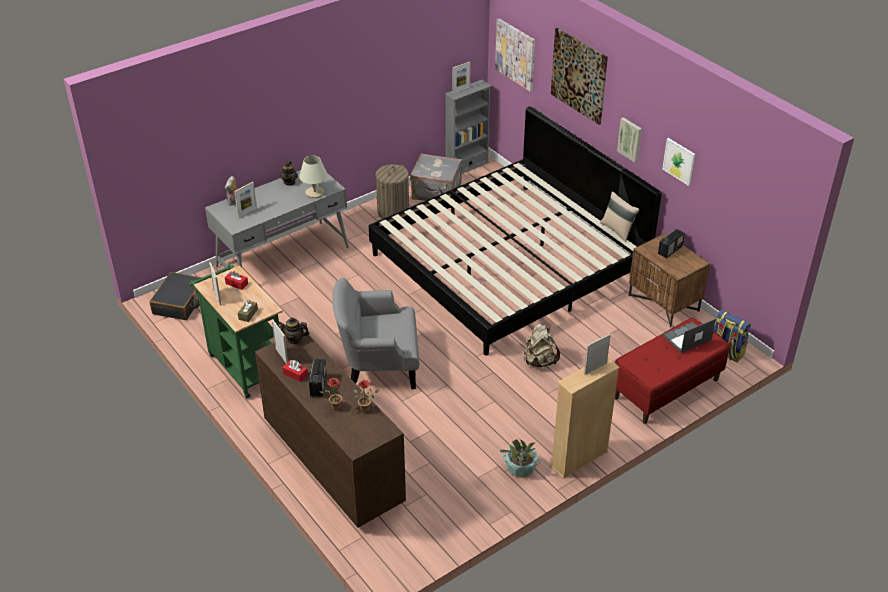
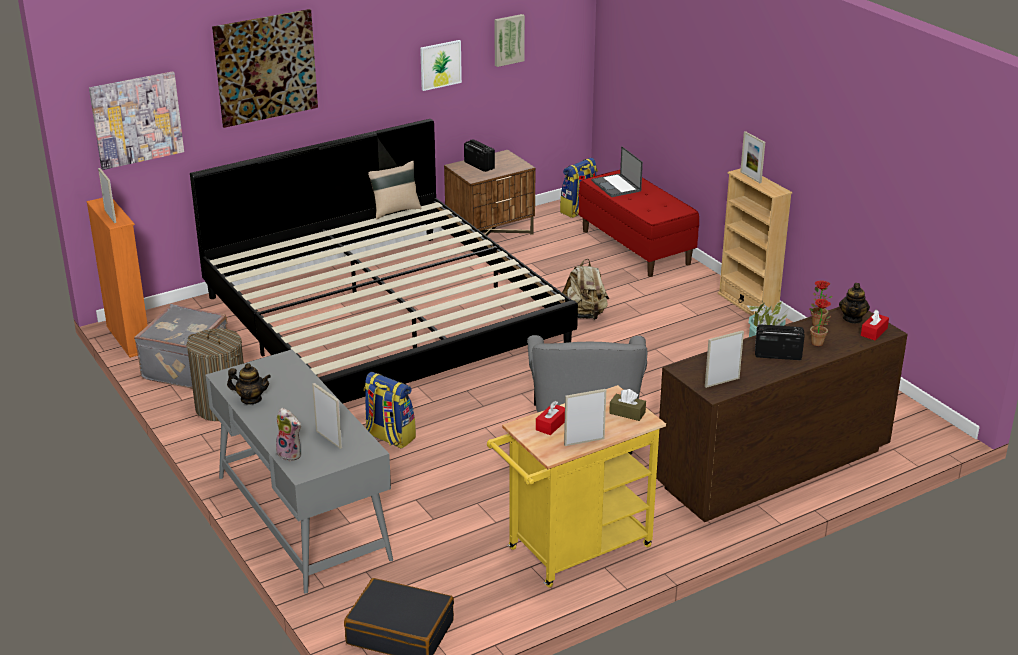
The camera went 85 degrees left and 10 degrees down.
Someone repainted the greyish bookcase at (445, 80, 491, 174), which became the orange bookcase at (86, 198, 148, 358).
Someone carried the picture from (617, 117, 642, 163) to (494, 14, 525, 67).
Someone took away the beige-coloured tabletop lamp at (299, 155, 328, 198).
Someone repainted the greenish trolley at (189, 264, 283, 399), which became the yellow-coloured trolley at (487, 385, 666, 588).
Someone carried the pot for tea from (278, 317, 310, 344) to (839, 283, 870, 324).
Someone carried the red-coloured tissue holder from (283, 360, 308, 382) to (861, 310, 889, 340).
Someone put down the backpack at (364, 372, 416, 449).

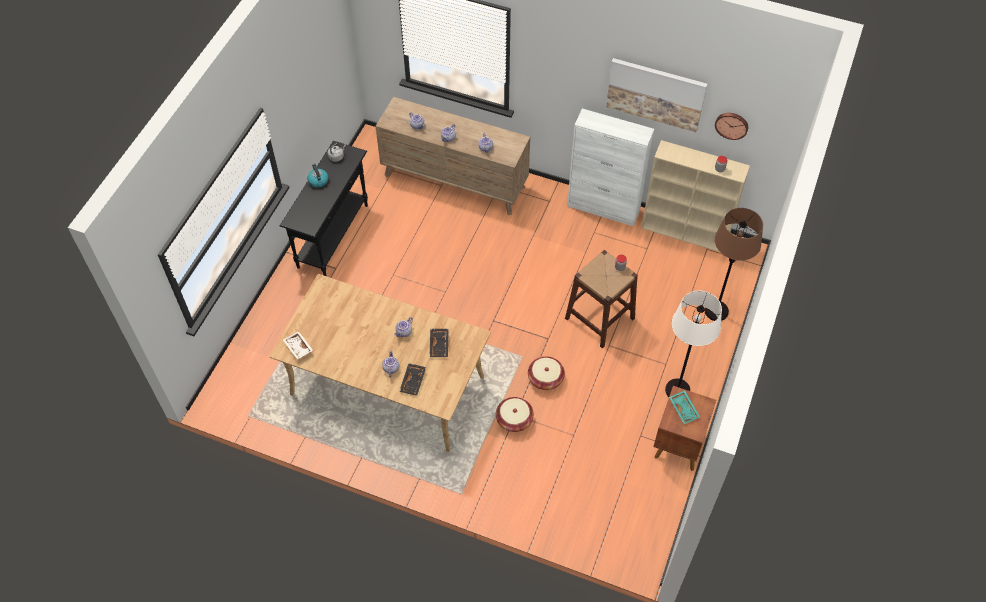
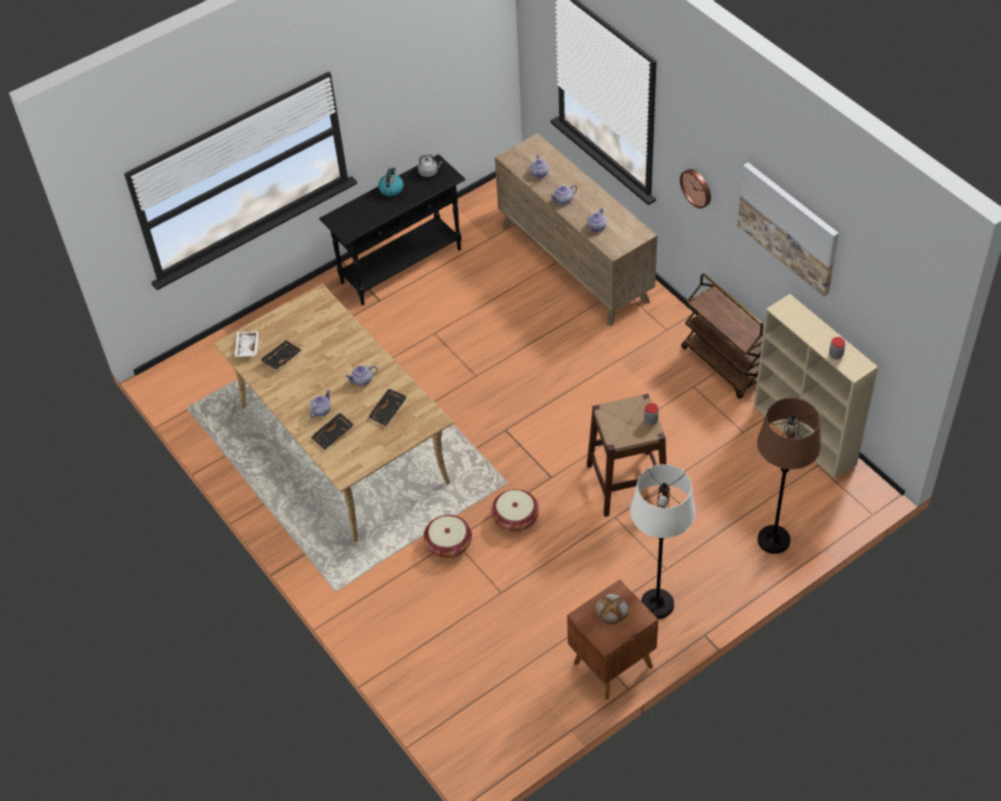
The camera went 35 degrees right and 5 degrees down.
Someone swapped the white-coloured storage cabinet at (567, 109, 654, 226) for the brown-coloured trolley at (681, 273, 764, 399).
Someone carried the wall clock from (715, 113, 748, 140) to (680, 169, 711, 208).
Someone swapped the turquoise-coloured serving tray at (669, 390, 700, 424) for the bakery bread at (595, 594, 629, 624).
Someone put down the blackish serving tray at (260, 340, 302, 370).

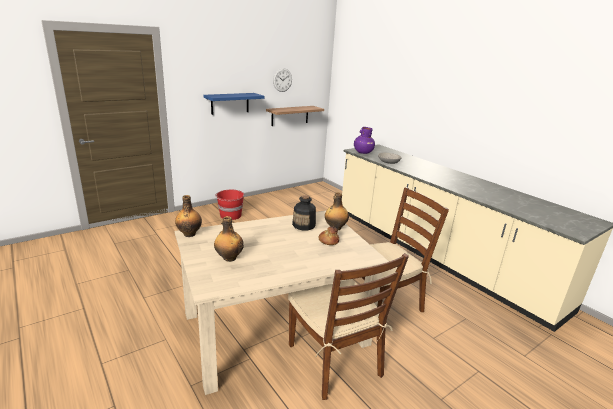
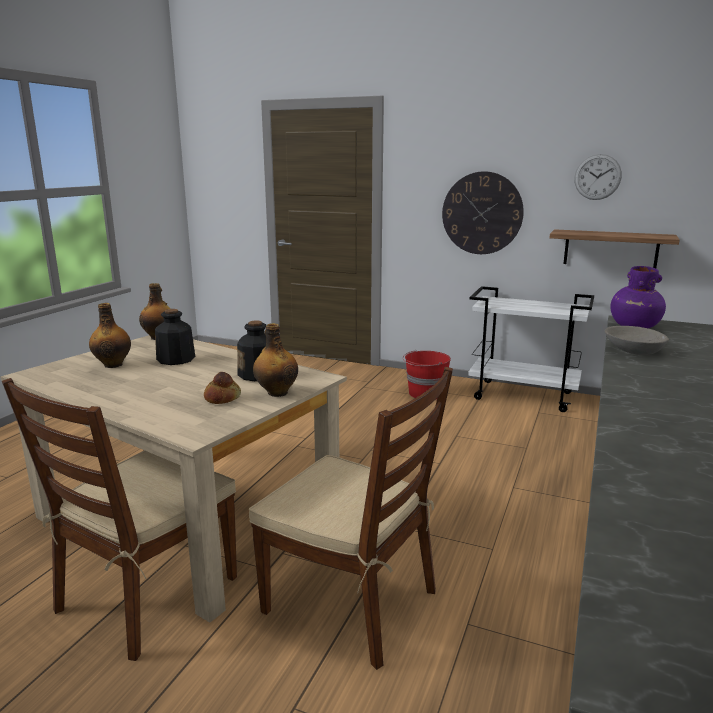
The camera went 60 degrees right and 5 degrees down.
Someone swapped the blue shelf at (204, 93, 264, 115) for the wall clock at (442, 171, 524, 254).
Someone put down the white-coloured trolley at (468, 286, 594, 412).
Someone put down the bottle at (155, 309, 195, 365).

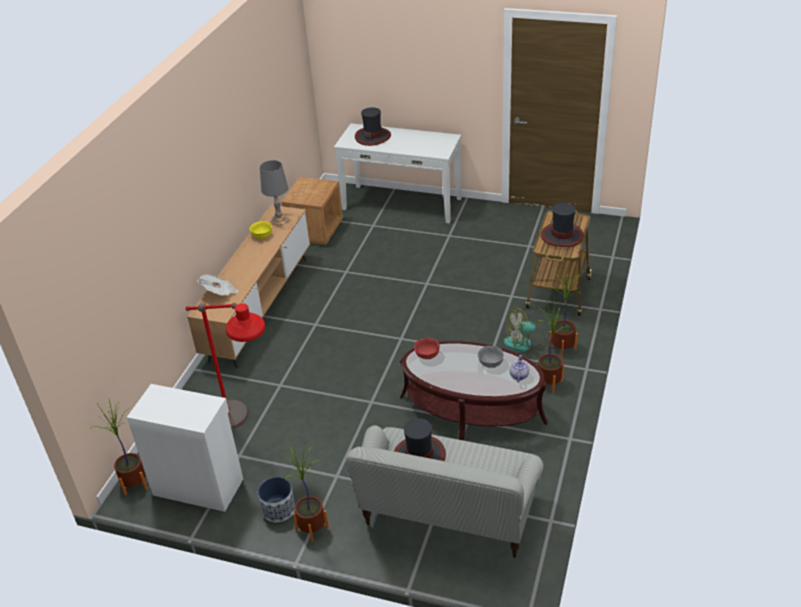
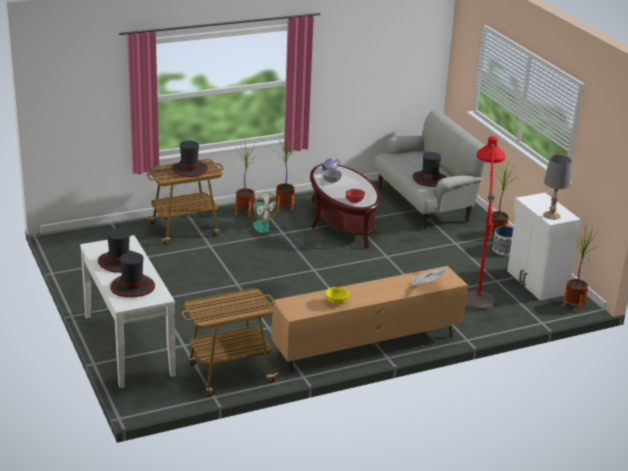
The camera went 135 degrees left and 10 degrees down.
Someone carried the greyish tabletop lamp from (260, 160, 288, 225) to (544, 155, 572, 220).
Someone swapped the brown-coloured night table at (281, 177, 343, 245) for the trolley at (182, 288, 278, 396).
Someone put down the hat at (98, 228, 137, 273).

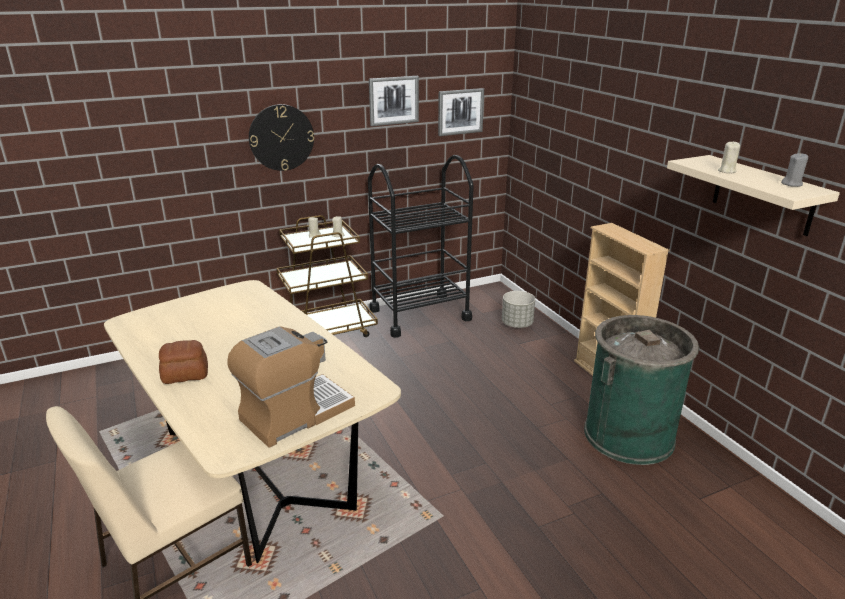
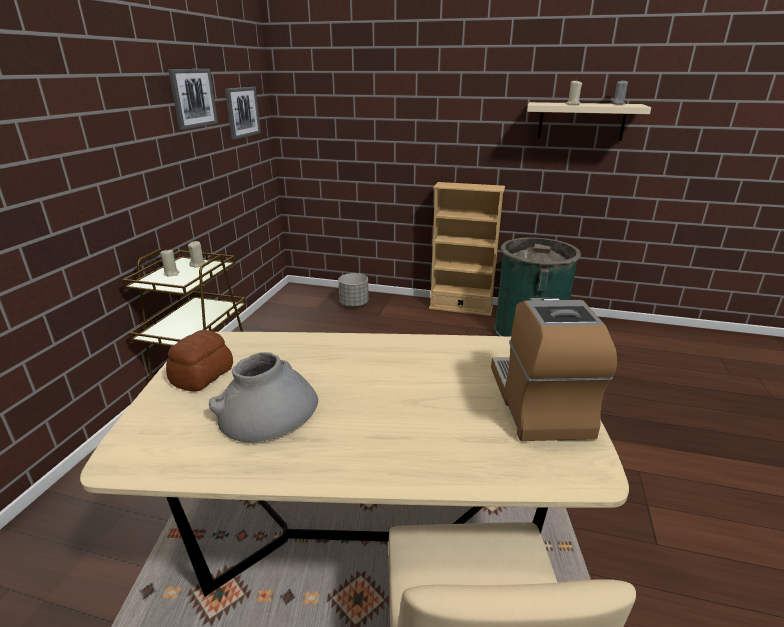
The camera went 50 degrees left and 0 degrees up.
Someone took away the wall clock at (249, 104, 314, 171).
Someone took away the blackish trolley at (368, 155, 474, 338).
Someone carried the bakery bread from (159, 340, 208, 384) to (166, 330, 233, 392).
Someone put down the greyish vase at (209, 352, 318, 442).

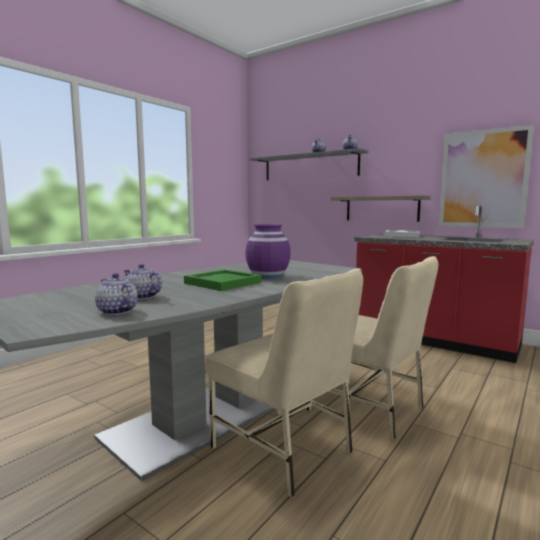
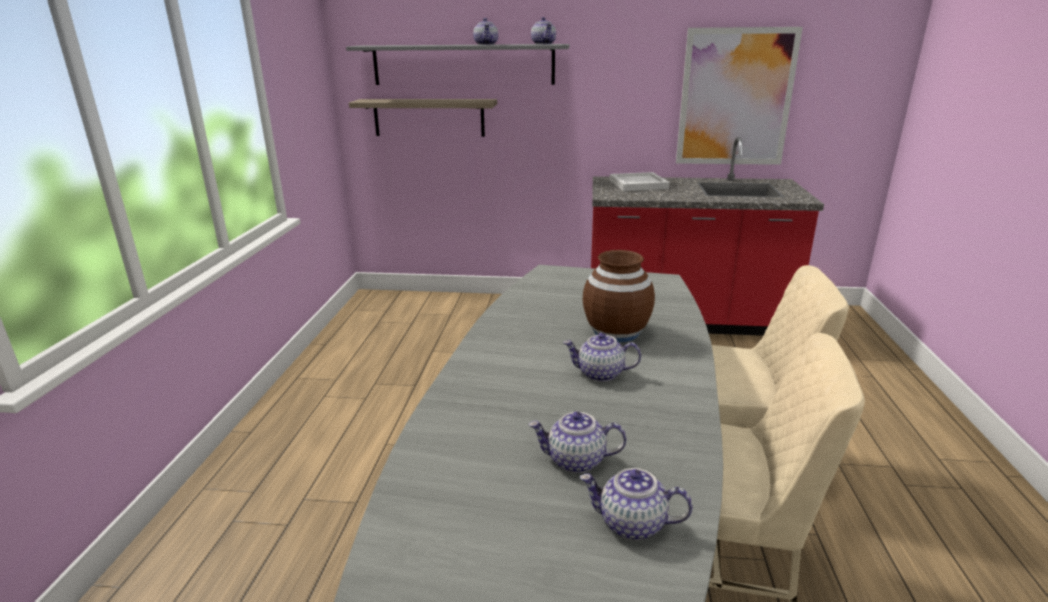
The camera went 30 degrees left and 15 degrees up.
Someone carried the shelf from (331, 195, 431, 222) to (349, 99, 497, 137).
Someone repainted the purple vase at (245, 224, 291, 279), which became the brown-coloured vase at (583, 250, 655, 342).
Someone swapped the greenish serving tray at (184, 270, 262, 291) for the pot for tea at (563, 333, 641, 382).

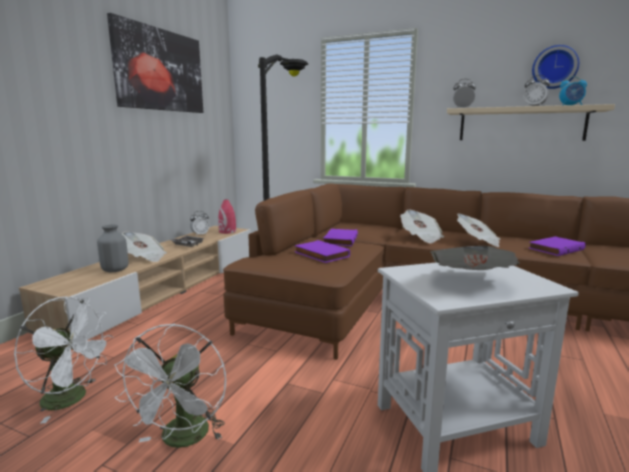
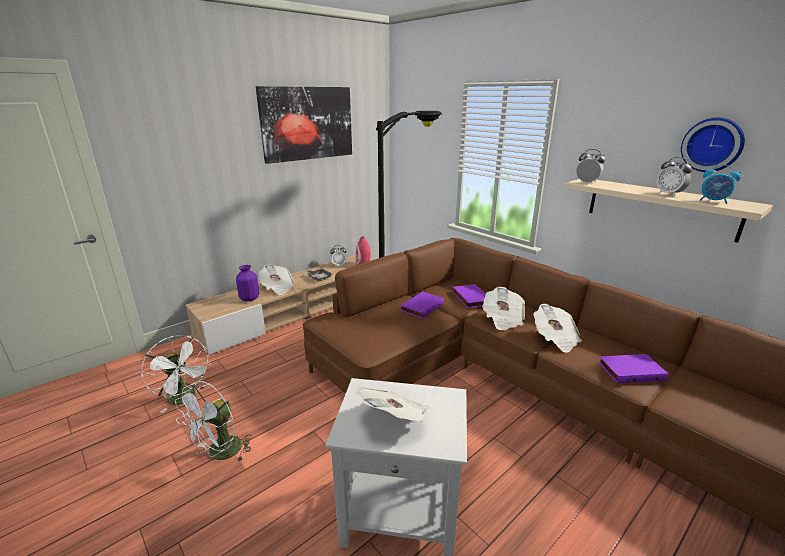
The camera went 25 degrees right and 10 degrees up.
Someone repainted the greyish vase at (97, 225, 129, 272), which became the purple vase at (236, 265, 259, 301).
Someone carried the purple book from (295, 240, 350, 263) to (453, 284, 486, 308).

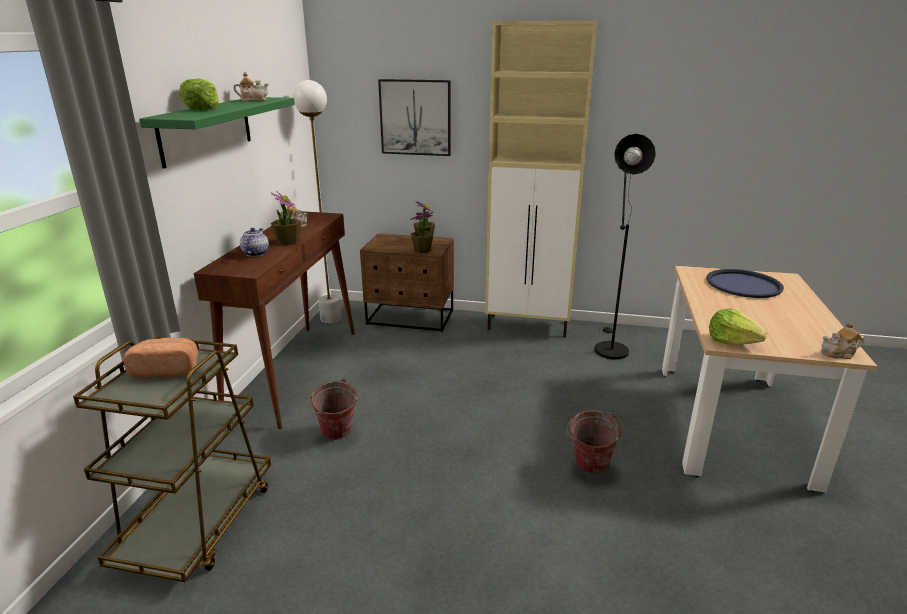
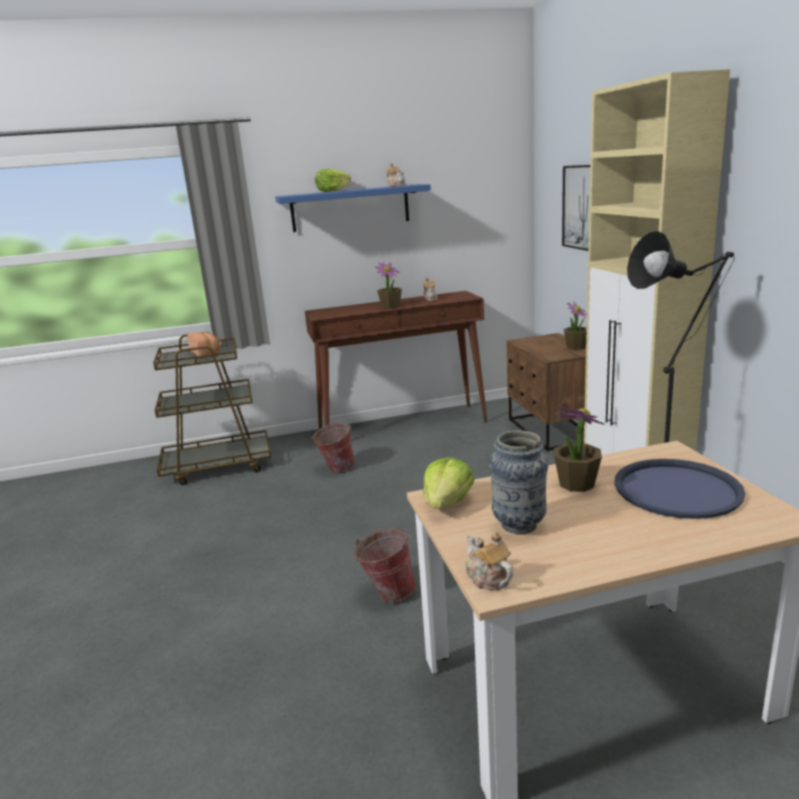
The camera went 65 degrees right and 5 degrees down.
Someone took away the white-coloured floor lamp at (292, 80, 341, 323).
Someone repainted the greenish shelf at (139, 97, 295, 169), which became the blue shelf at (275, 184, 431, 232).
Someone carried the potted plant from (410, 211, 434, 253) to (554, 406, 604, 492).
Someone took away the pot for tea at (240, 228, 269, 257).
Someone put down the vase at (489, 430, 548, 534).

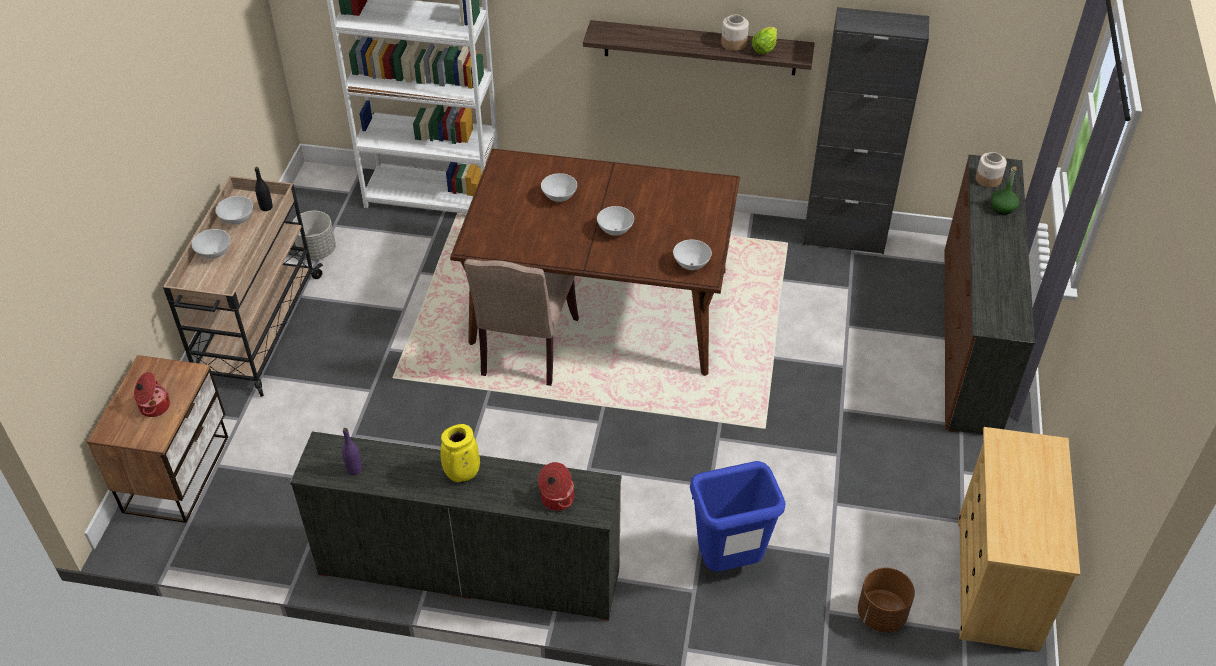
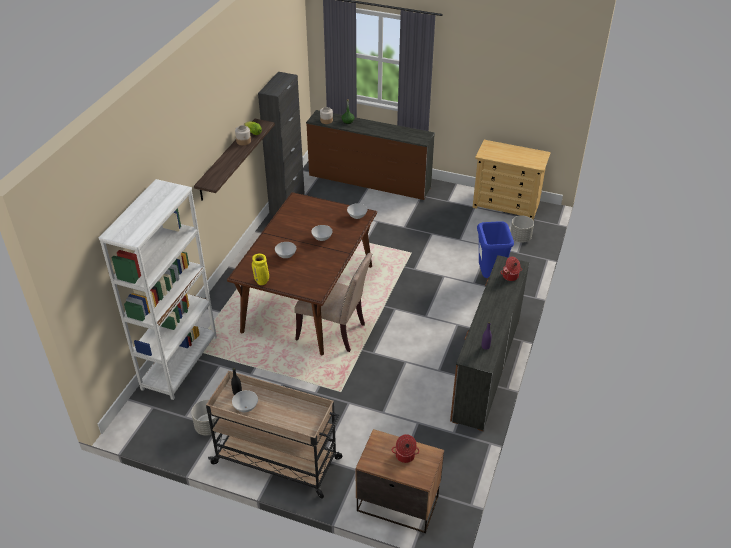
The camera went 80 degrees left and 5 degrees down.
Someone took away the white-coloured bowl at (192, 229, 230, 259).
Someone carried the yellow-coloured vase from (440, 424, 480, 482) to (252, 254, 269, 285).
Someone repainted the brown-coloured planter at (858, 568, 915, 633), which became the greyish planter at (510, 216, 534, 243).

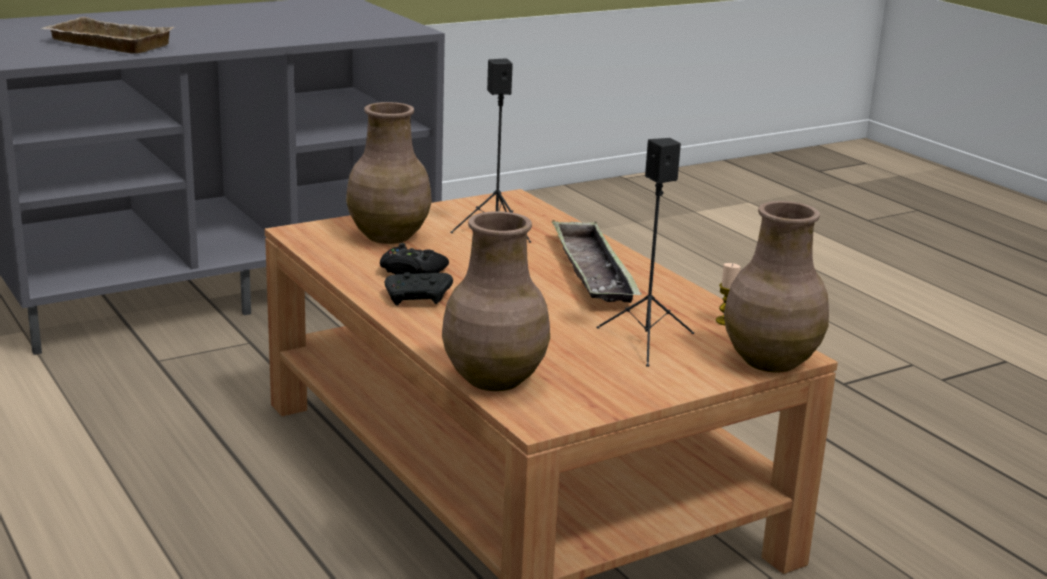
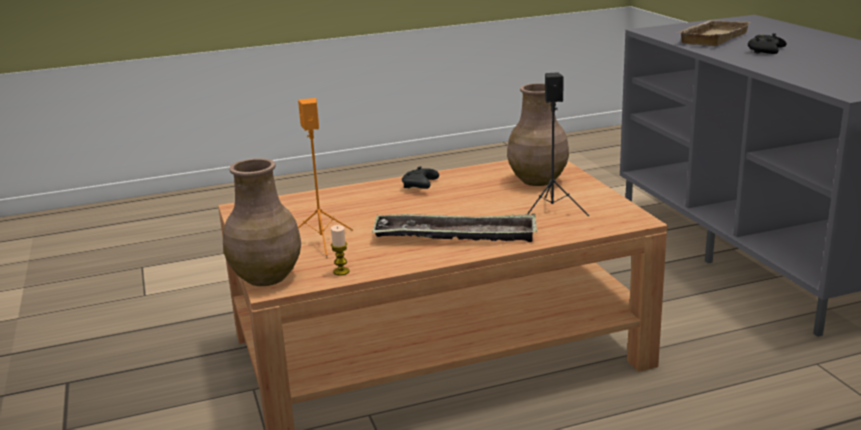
The camera went 105 degrees right and 0 degrees up.
Someone repainted the blackish speaker at (596, 138, 694, 367), which became the orange speaker at (298, 98, 353, 258).
Someone took away the brown-coloured vase at (442, 211, 550, 391).
Someone carried the blackish gamepad from (380, 243, 449, 274) to (748, 33, 787, 54).

